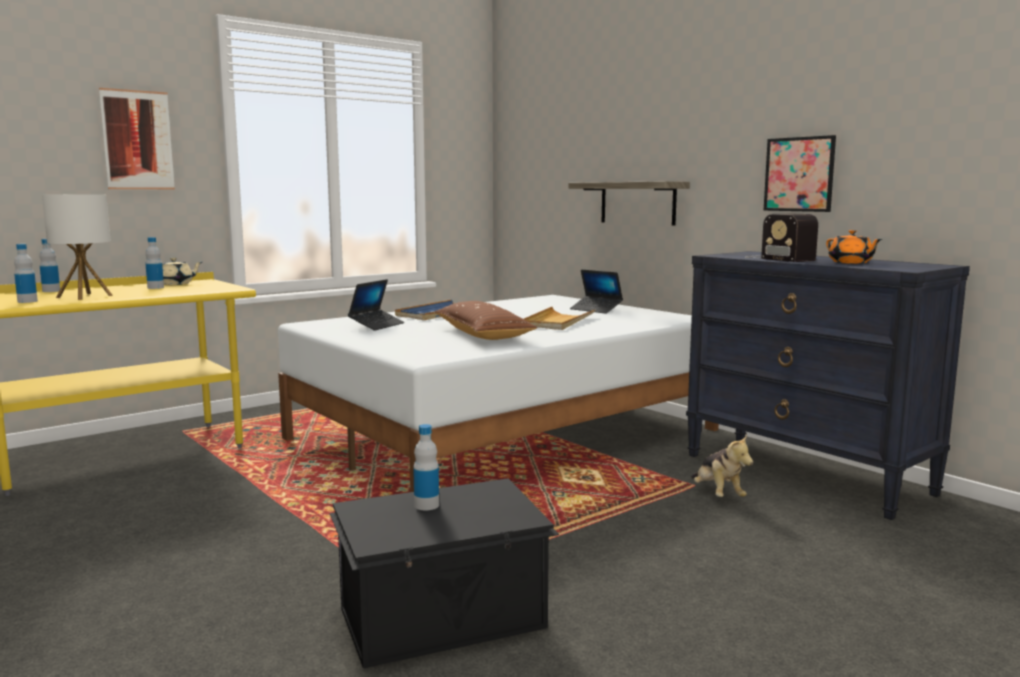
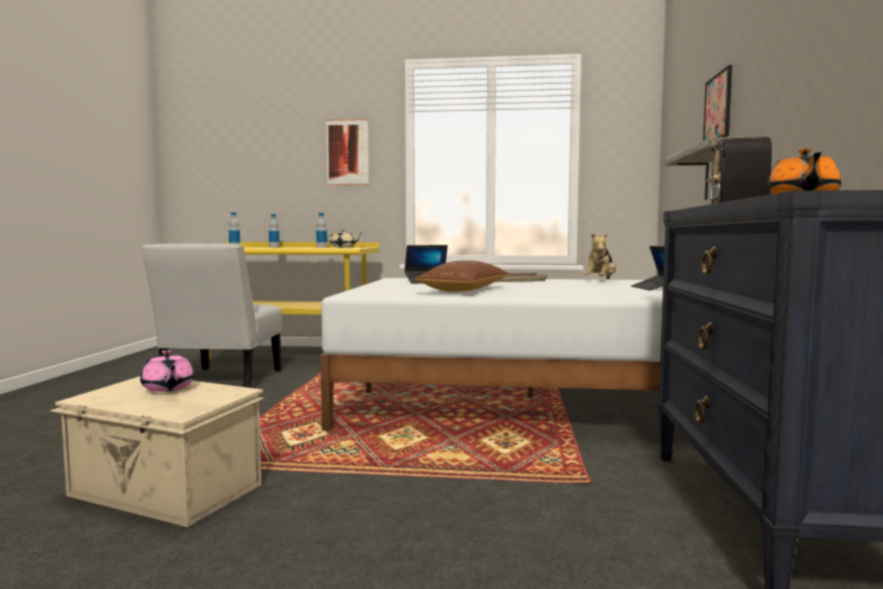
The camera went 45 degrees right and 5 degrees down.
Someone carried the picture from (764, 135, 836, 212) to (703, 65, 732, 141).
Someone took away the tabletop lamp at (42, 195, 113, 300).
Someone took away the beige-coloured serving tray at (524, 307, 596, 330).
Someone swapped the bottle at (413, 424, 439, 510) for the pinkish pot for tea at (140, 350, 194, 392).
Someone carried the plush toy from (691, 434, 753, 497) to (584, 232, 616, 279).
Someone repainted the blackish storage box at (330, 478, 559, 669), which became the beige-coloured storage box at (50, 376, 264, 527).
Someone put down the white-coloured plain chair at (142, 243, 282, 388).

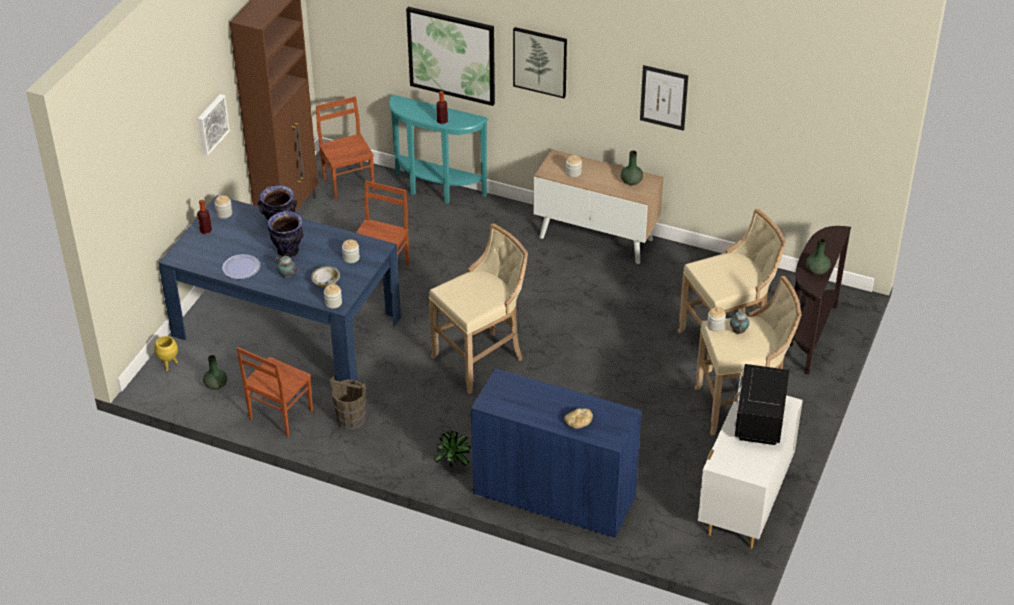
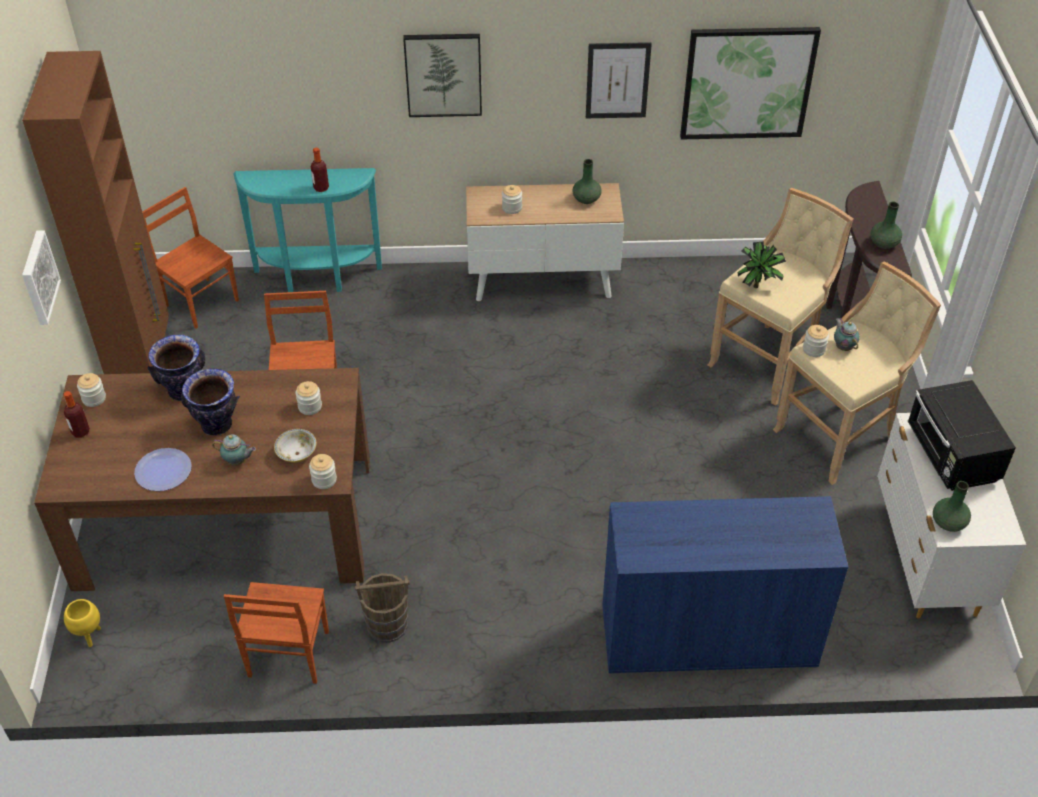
The camera went 25 degrees left and 5 degrees up.
Someone carried the picture from (406, 7, 495, 106) to (680, 27, 821, 140).
Someone repainted the blue dinner table at (158, 195, 401, 381), which became the brown-coloured dinner table at (34, 368, 370, 591).
Someone took away the beige-coloured stool at (429, 224, 528, 394).
Someone carried the greenish vase from (203, 355, 227, 390) to (933, 481, 971, 532).
Someone took away the bakery bread at (564, 408, 593, 429).
Someone carried the potted plant from (434, 431, 471, 467) to (738, 241, 786, 288).

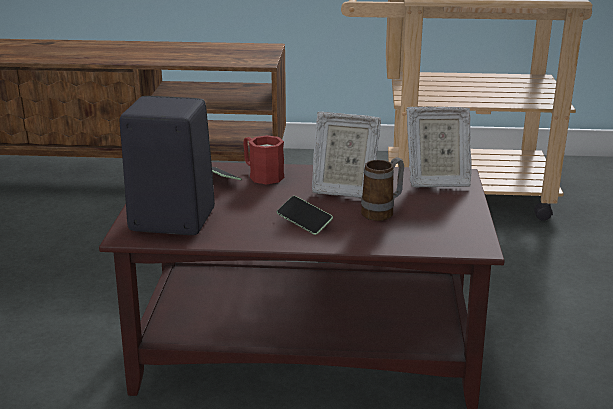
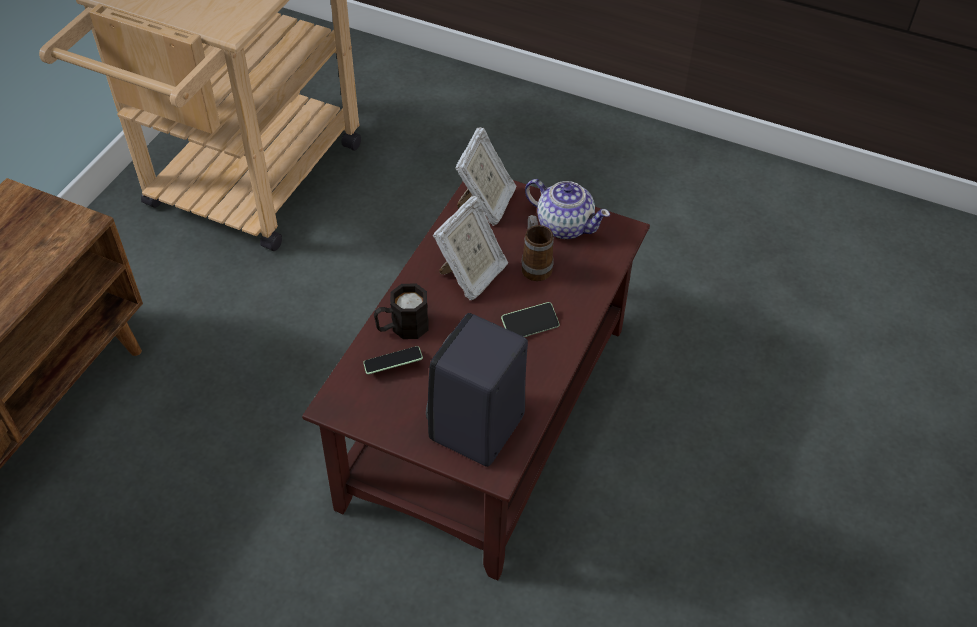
The camera went 70 degrees left and 25 degrees up.
Someone repainted the red-coloured mug at (243, 135, 285, 185), which became the blackish mug at (374, 284, 428, 339).
Someone put down the pot for tea at (525, 179, 610, 239).

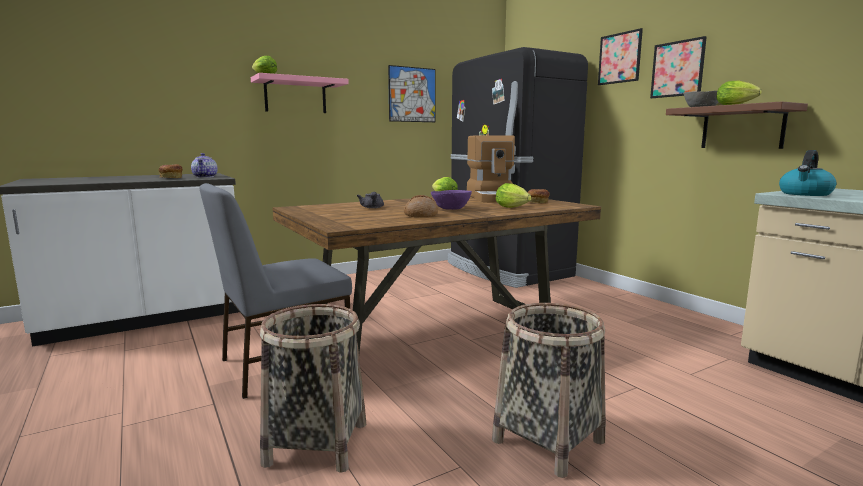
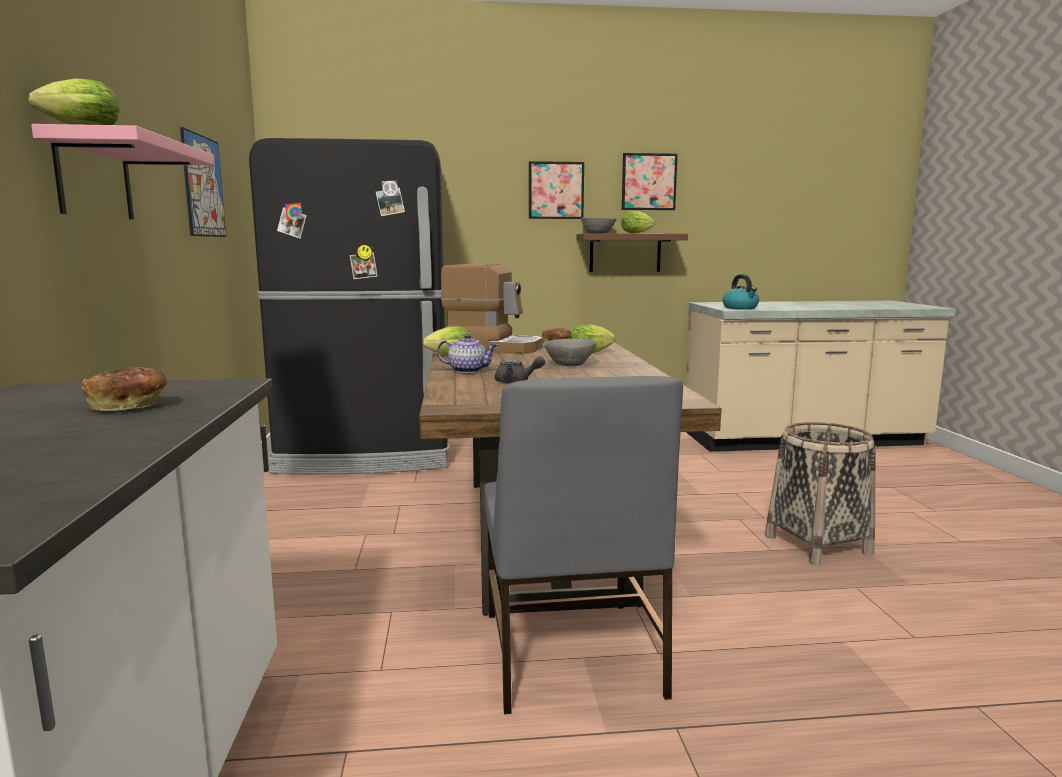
The camera went 65 degrees left and 0 degrees up.
Someone carried the picture from (598, 28, 643, 85) to (622, 153, 678, 210).
Someone carried the pot for tea from (191, 153, 218, 178) to (437, 334, 498, 373).
Someone repainted the purple bowl at (431, 190, 472, 210), which became the greyish bowl at (544, 339, 597, 366).
Someone took away the bakery bread at (404, 195, 438, 217).
Someone took away the household basket at (260, 304, 366, 473).

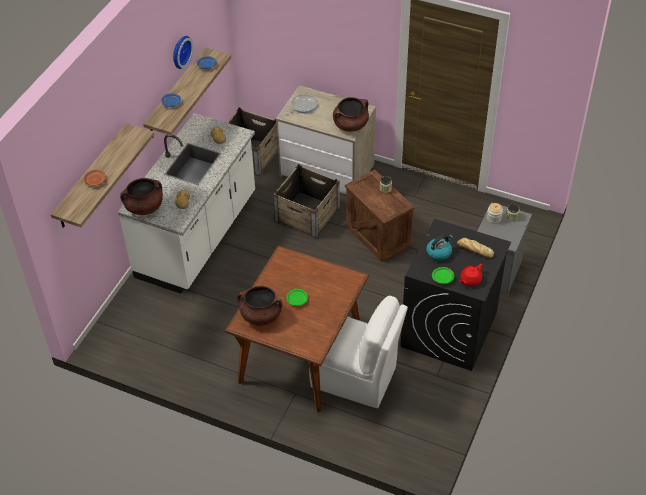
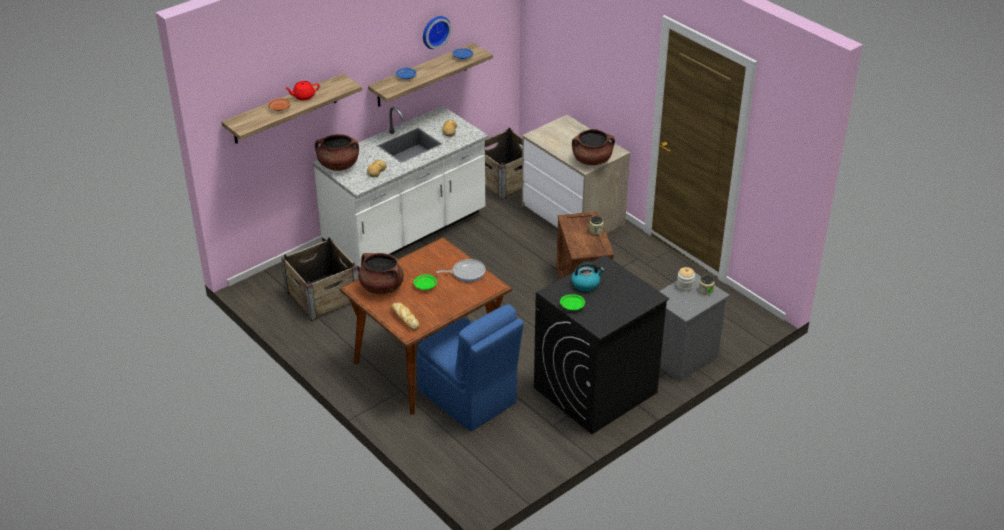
The camera went 25 degrees right and 10 degrees down.
Someone carried the pan from (282, 94, 317, 113) to (436, 259, 486, 282).
Someone carried the crate from (273, 164, 340, 238) to (281, 237, 359, 322).
Someone carried the bakery bread from (457, 238, 494, 258) to (391, 302, 419, 330).
Someone carried the red-coloured pot for tea from (460, 264, 483, 286) to (285, 81, 320, 100).
Someone repainted the white-coloured plain chair at (309, 296, 408, 408), which became the blue plain chair at (417, 305, 524, 432).

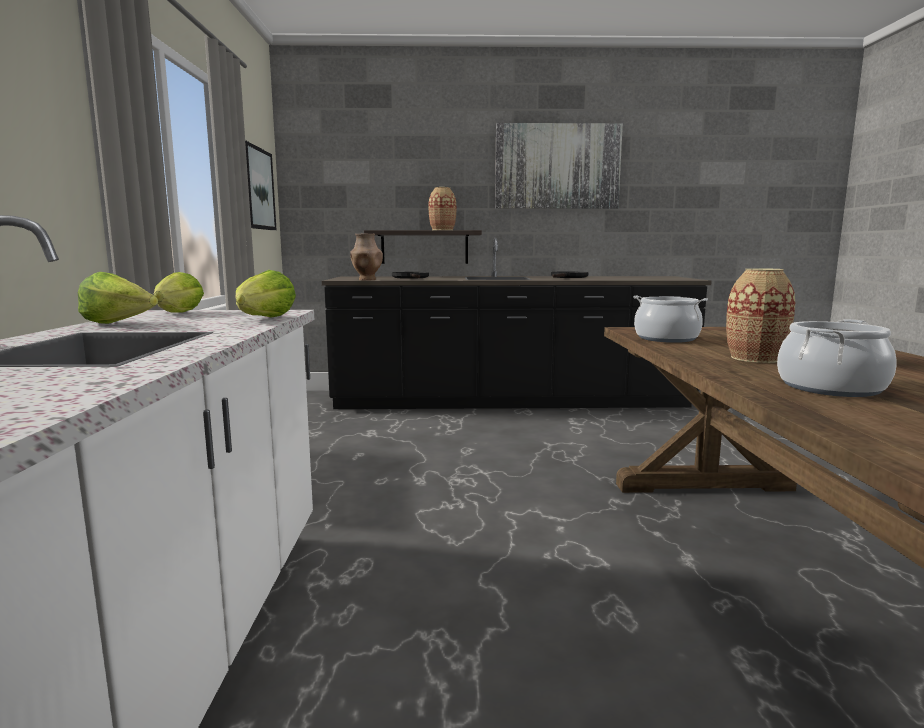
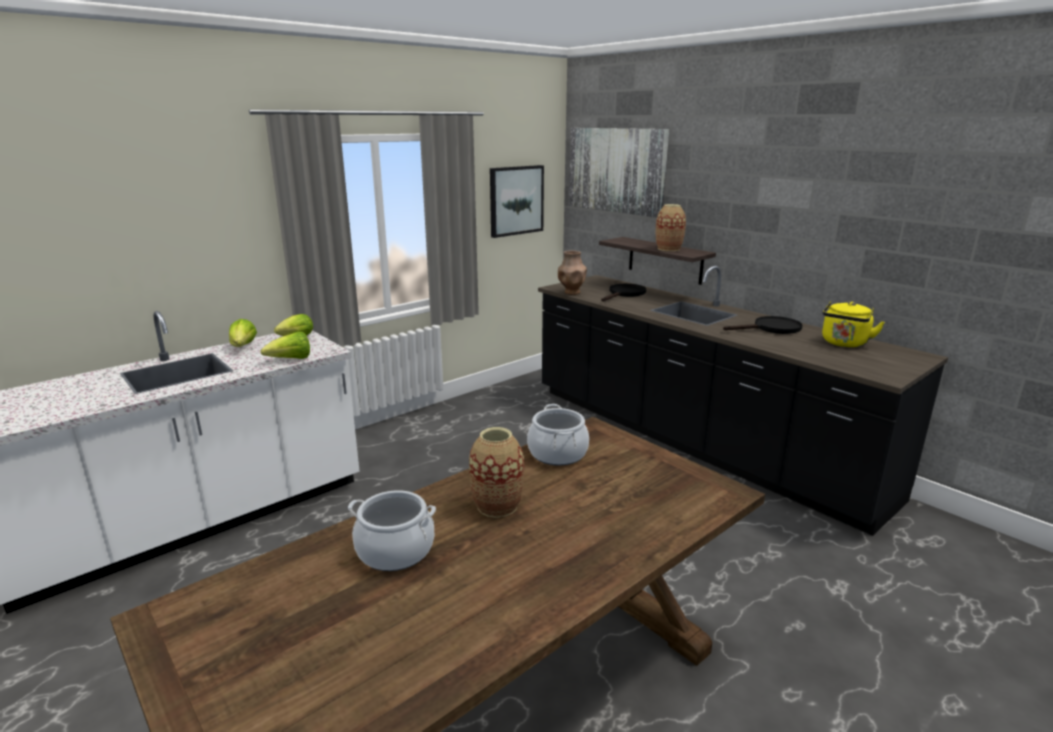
The camera went 50 degrees right and 10 degrees up.
Someone carried the picture from (495, 123, 623, 209) to (569, 128, 669, 217).
Someone put down the yellow-coloured tea kettle at (822, 301, 885, 347).

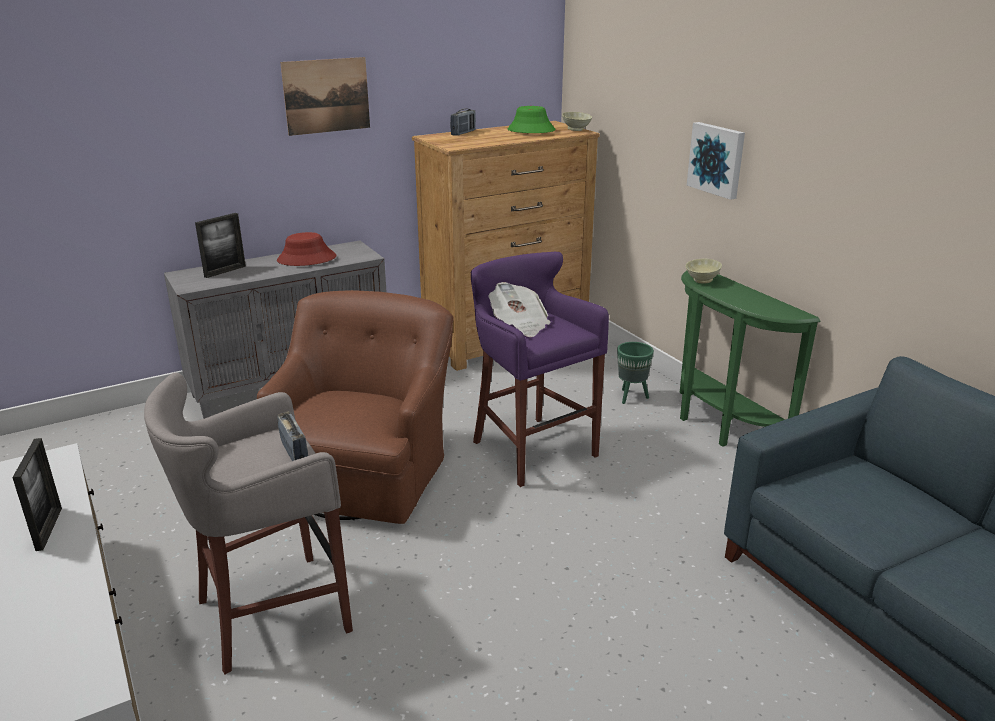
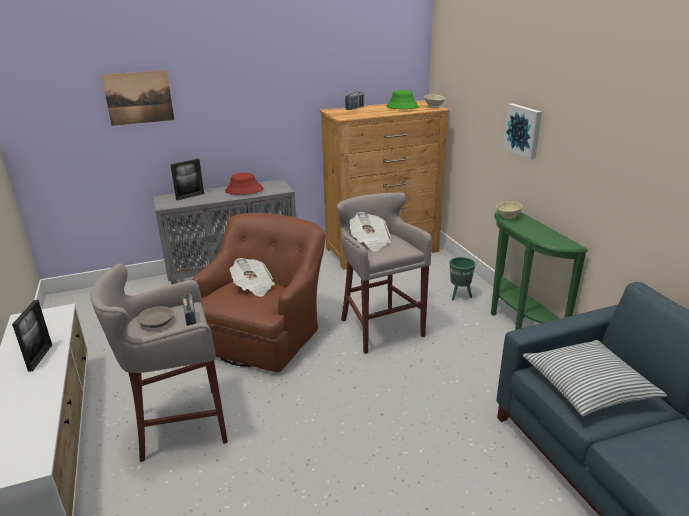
The camera went 10 degrees right and 0 degrees up.
Someone carried the picture from (280, 57, 370, 136) to (101, 70, 174, 126).
Someone repainted the purple stool at (471, 252, 609, 487), which became the greyish stool at (337, 192, 432, 354).
Someone put down the printed paper at (230, 258, 275, 297).
Someone put down the greyish bowl at (137, 306, 174, 328).
Someone put down the throw pillow at (523, 340, 667, 416).

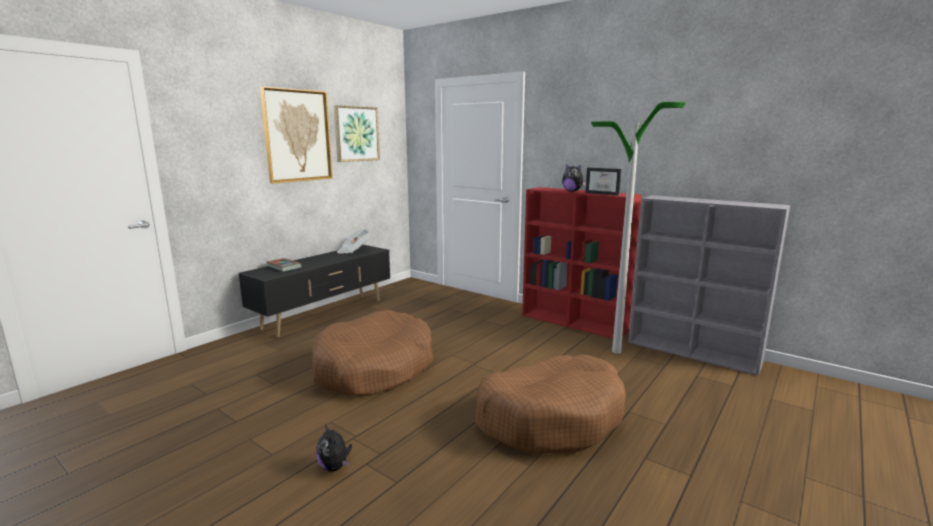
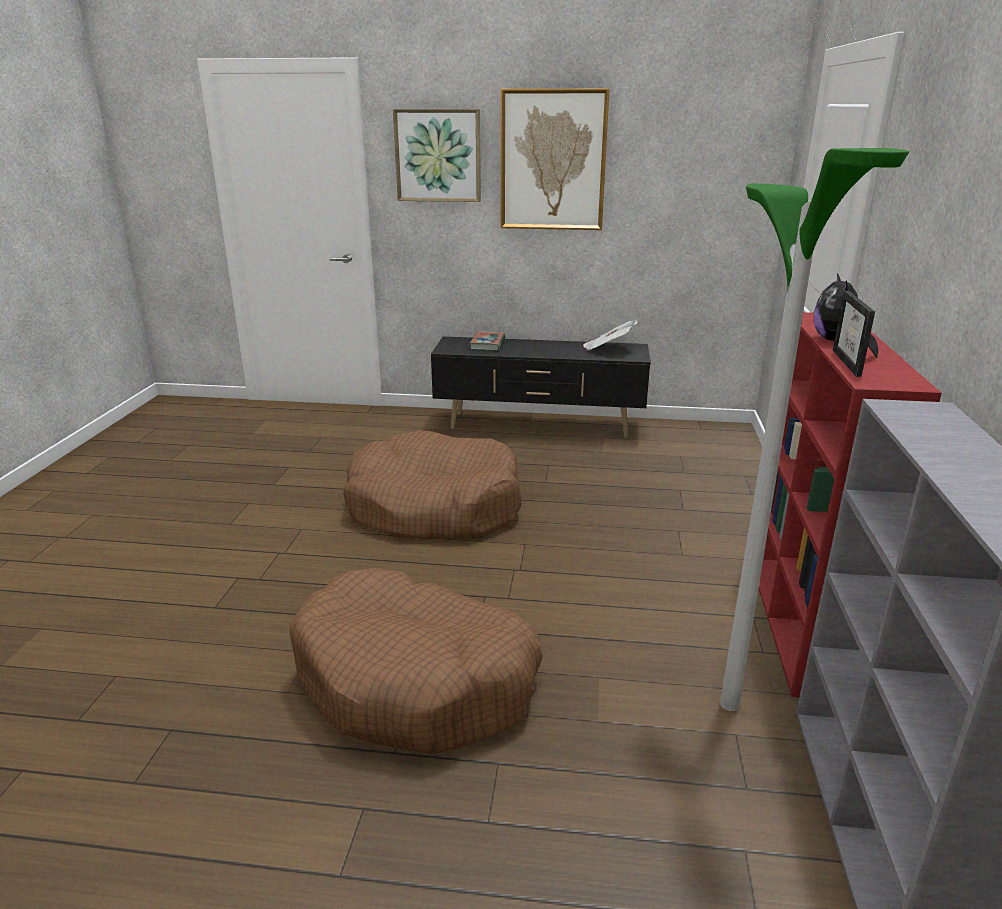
The camera went 60 degrees right and 10 degrees up.
Someone carried the picture from (334, 105, 380, 162) to (393, 109, 481, 202).
Someone took away the plush toy at (316, 424, 352, 472).

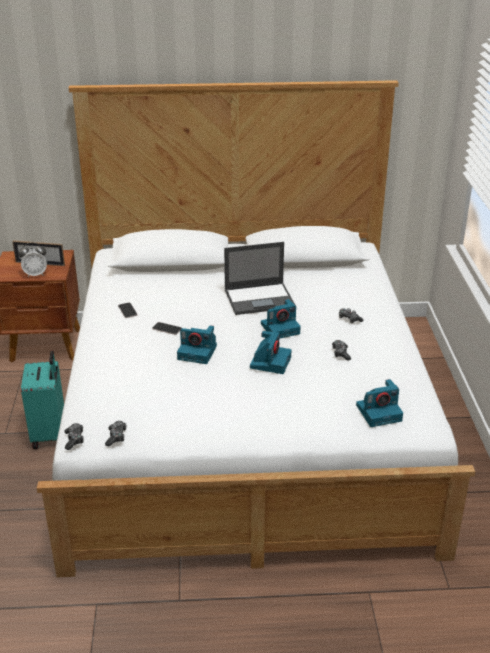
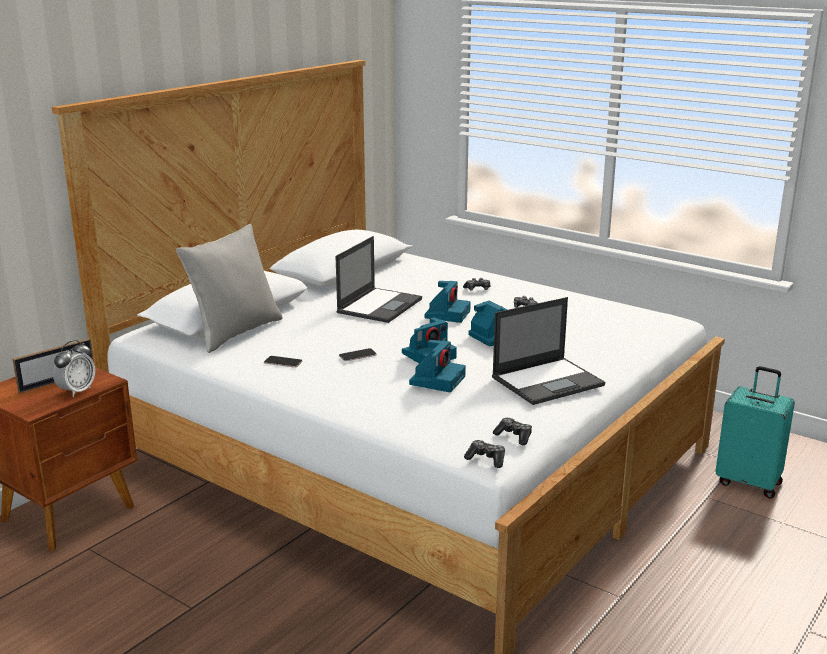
The camera went 50 degrees left and 10 degrees down.
Someone carried the turquoise-coloured travel case from (21, 351, 64, 449) to (715, 366, 795, 499).
Someone carried the still camera from (356, 379, 403, 427) to (409, 340, 466, 392).
Someone put down the greyish throw pillow at (176, 224, 283, 353).
Someone put down the portable computer at (492, 297, 605, 405).

